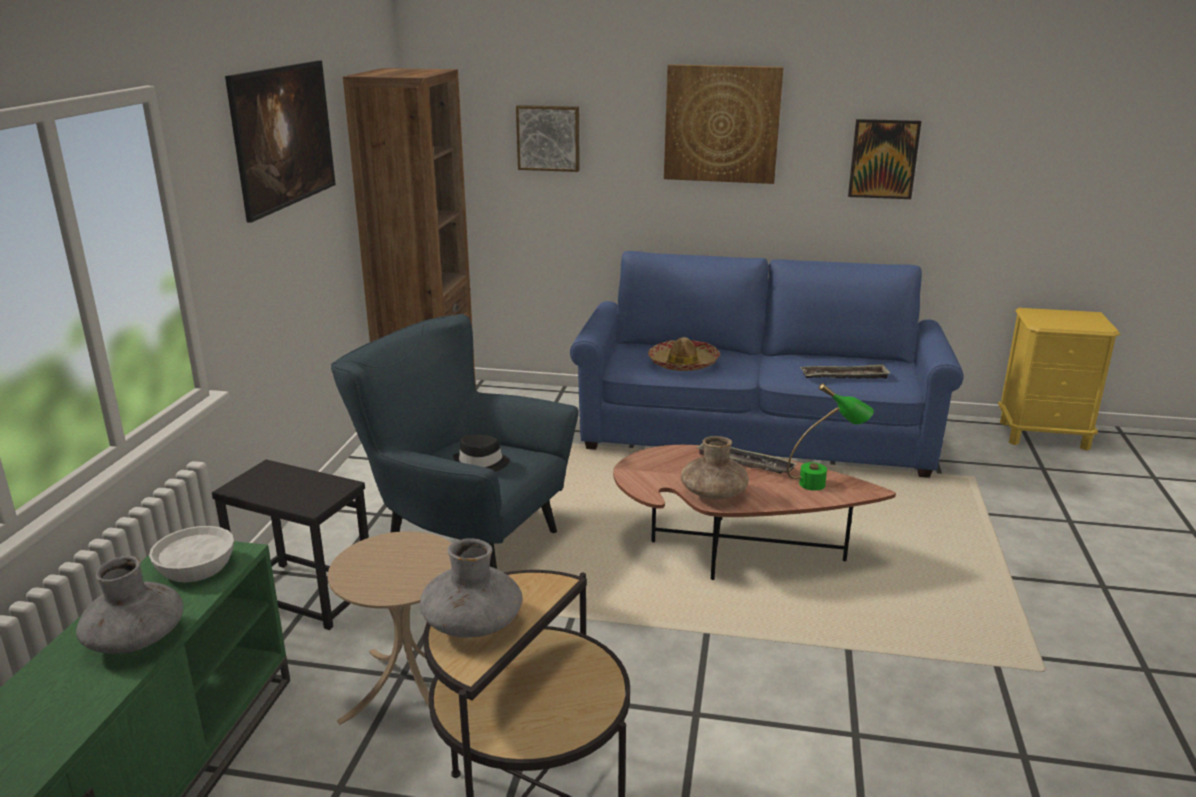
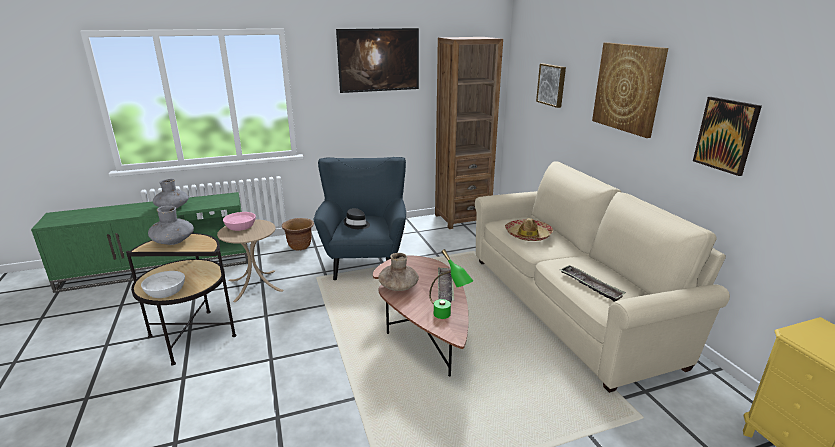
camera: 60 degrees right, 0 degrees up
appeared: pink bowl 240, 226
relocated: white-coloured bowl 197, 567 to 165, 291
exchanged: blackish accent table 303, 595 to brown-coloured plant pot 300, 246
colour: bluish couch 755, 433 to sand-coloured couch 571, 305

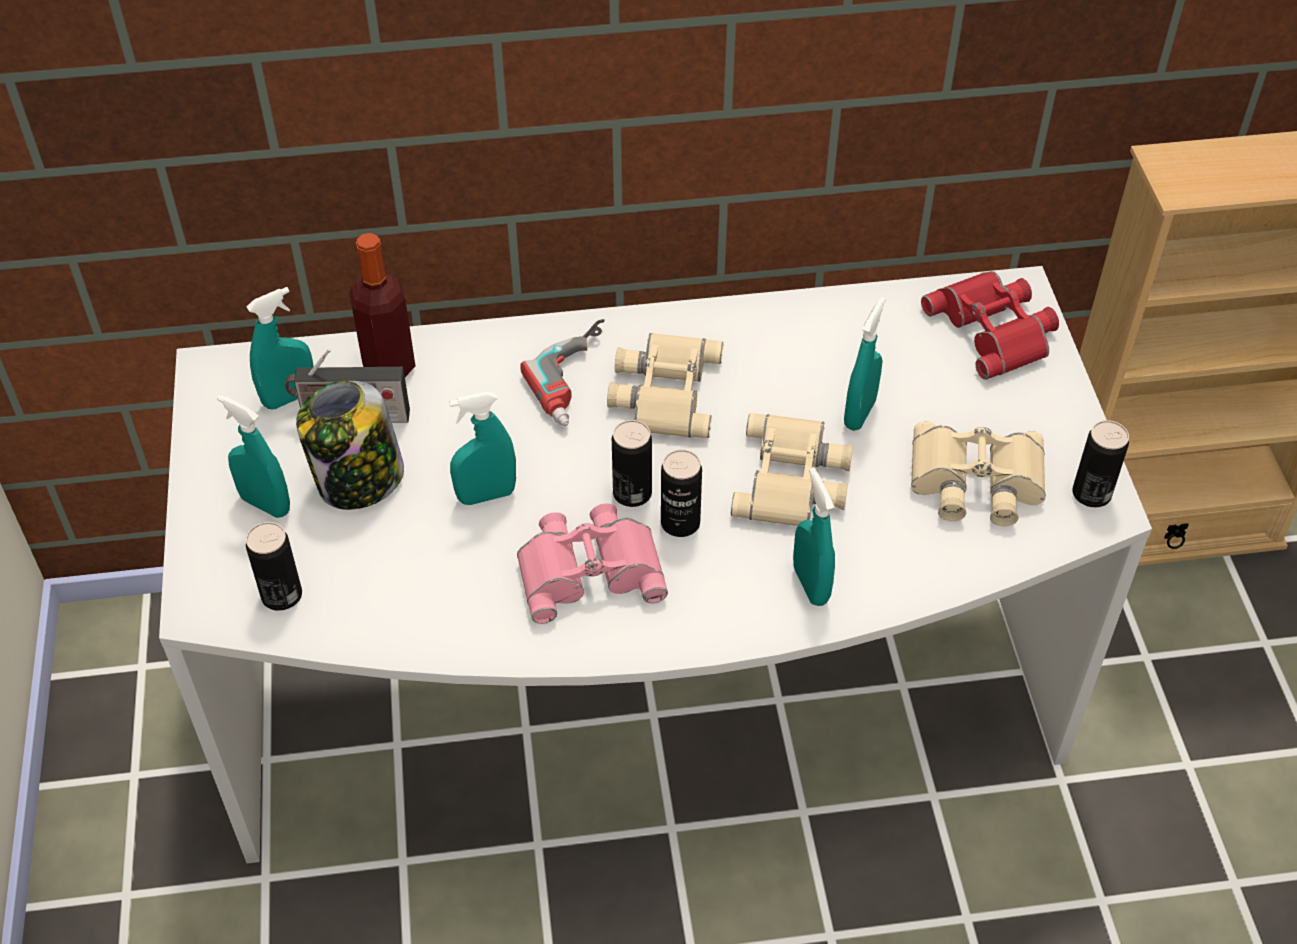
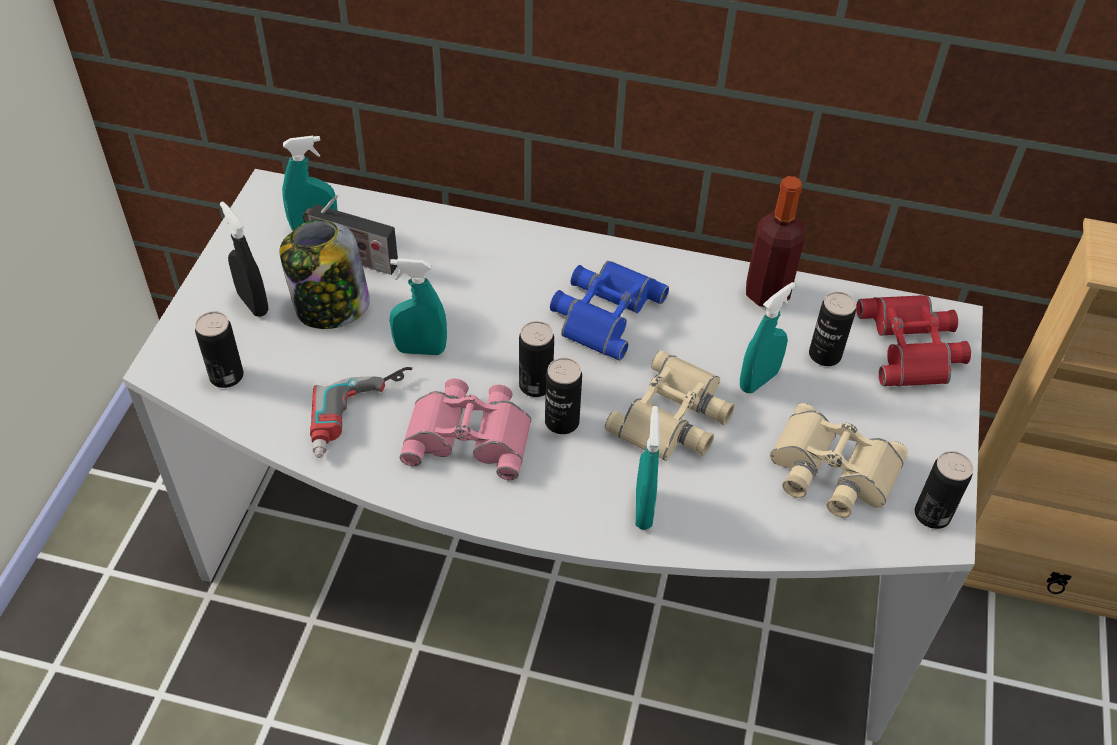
camera: 20 degrees right, 0 degrees up
appeared: can 824, 355
relocated: bottle 389, 367 to 767, 293; electric drill 581, 379 to 363, 417
colour: blue-green spray bottle 265, 504 to blackish spray bottle 253, 303; sand-coloured field glasses 663, 391 to bluish field glasses 603, 312

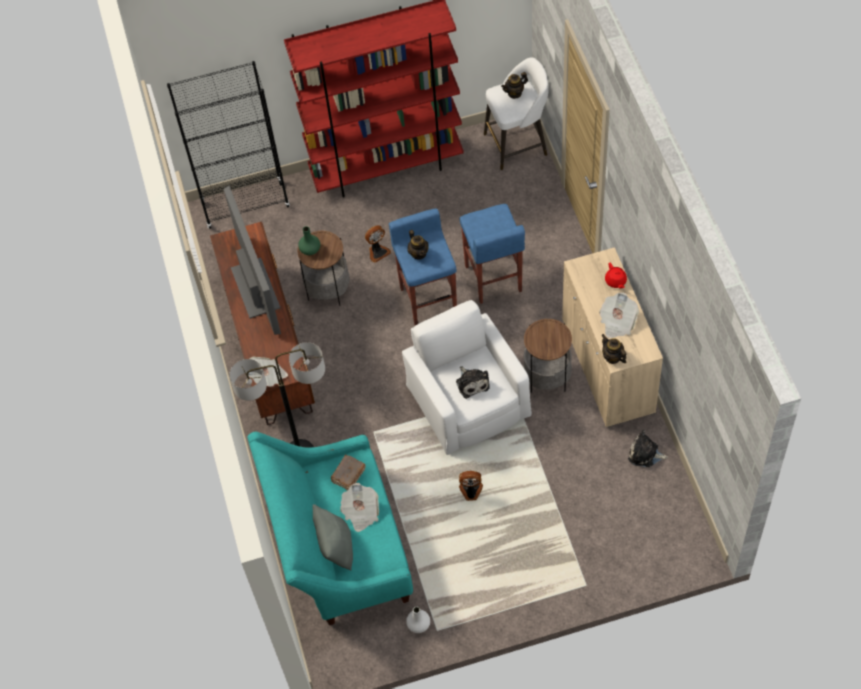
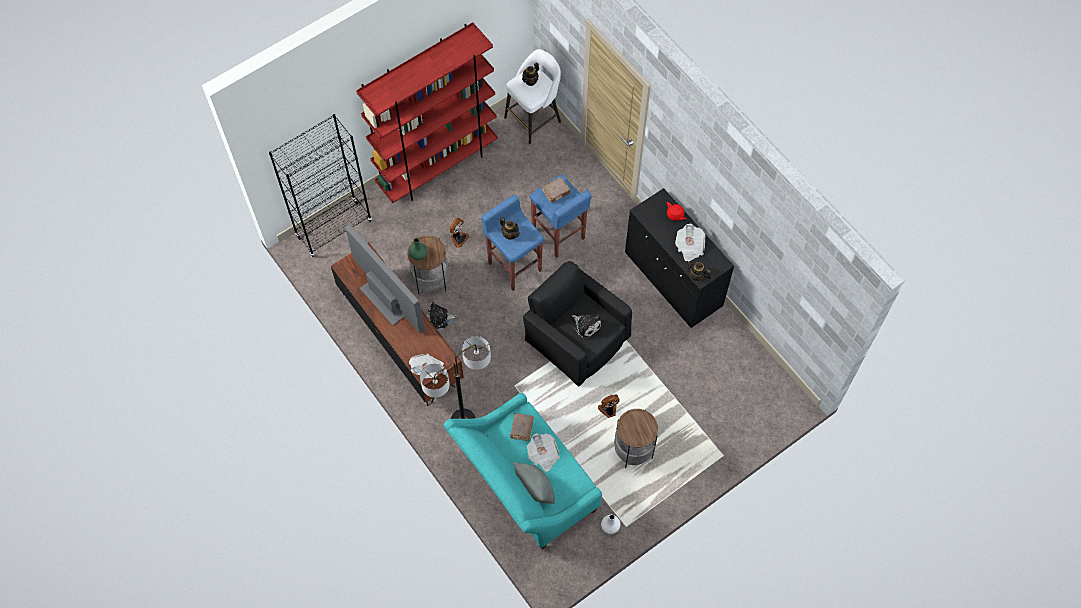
camera: 25 degrees left, 5 degrees up
appeared: brown-coloured volume 556, 192
relocated: accent table 547, 377 to 633, 450; plush toy 645, 454 to 439, 319
colour: white-coloured lounge chair 467, 398 to blackish lounge chair 576, 336; sand-coloured cabinet 607, 366 to blackish cabinet 673, 279

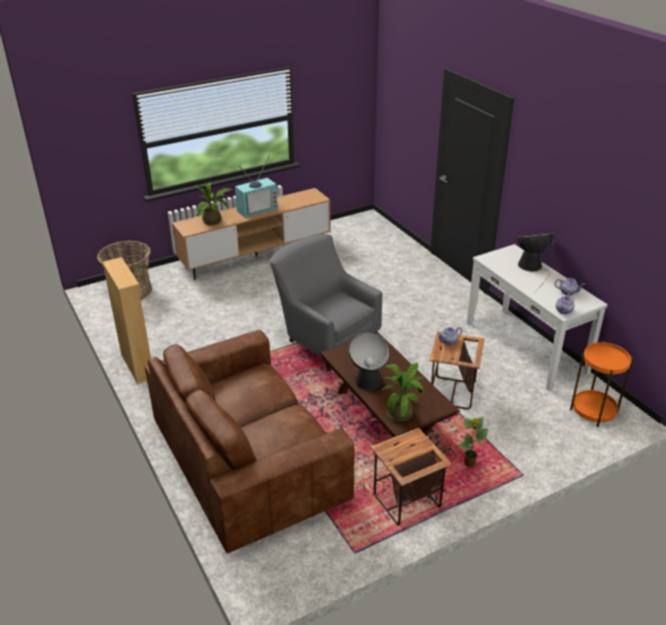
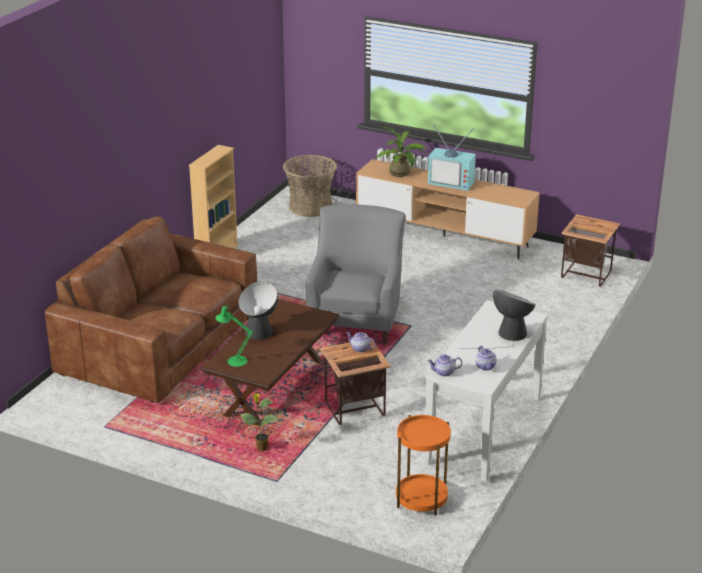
camera: 55 degrees right, 5 degrees down
relocated: accent table 405, 502 to 585, 275
exchanged: houseplant 402, 412 to green lamp for a table 234, 360

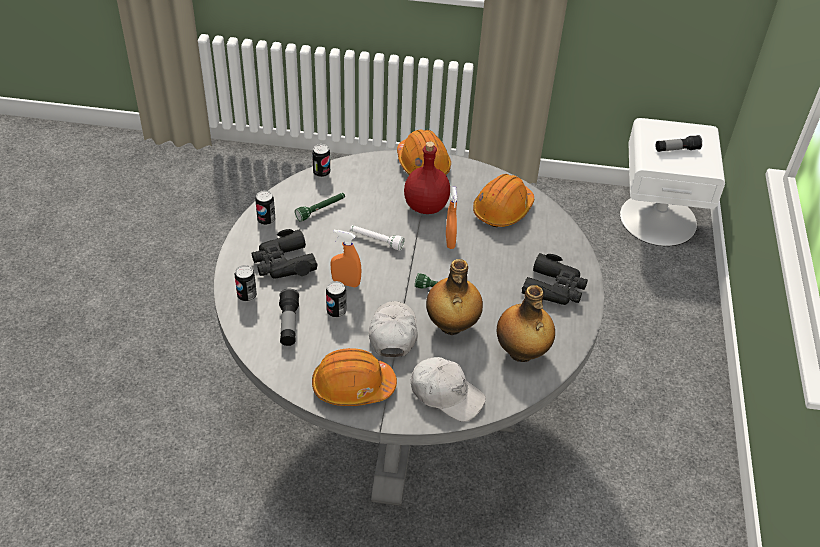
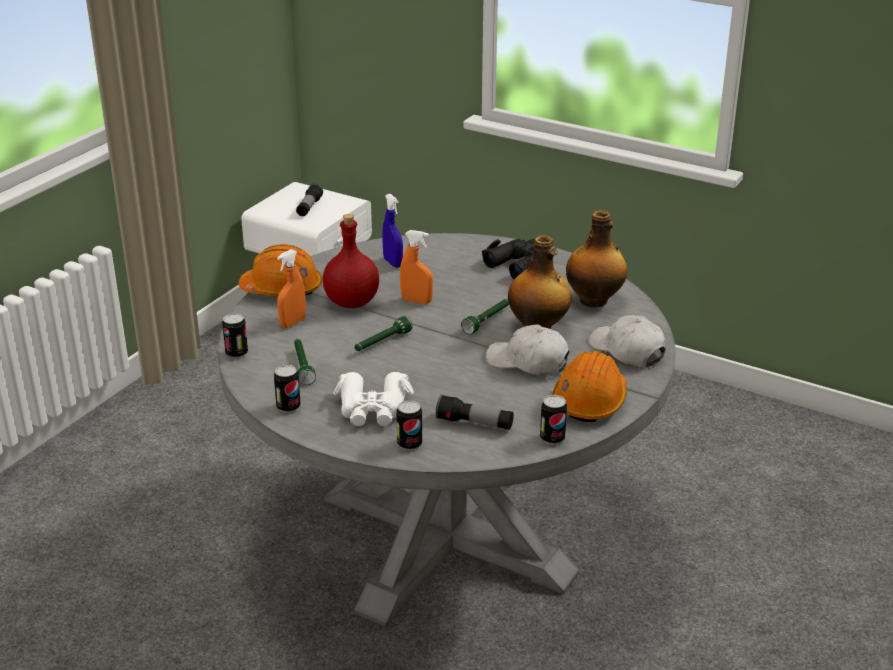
camera: 65 degrees left, 15 degrees down
relocated: can 336, 311 to 552, 438; orange-coloured spray bottle 346, 283 to 293, 323
exchanged: orange-coloured work helmet 502, 210 to bluish spray bottle 393, 263
colour: blackish field glasses 283, 263 to white-coloured field glasses 373, 408; white-coloured torch 376, 240 to green torch 382, 342
spun: white-coloured baseball cap 446, 394 = 627, 351 90 degrees counterclockwise

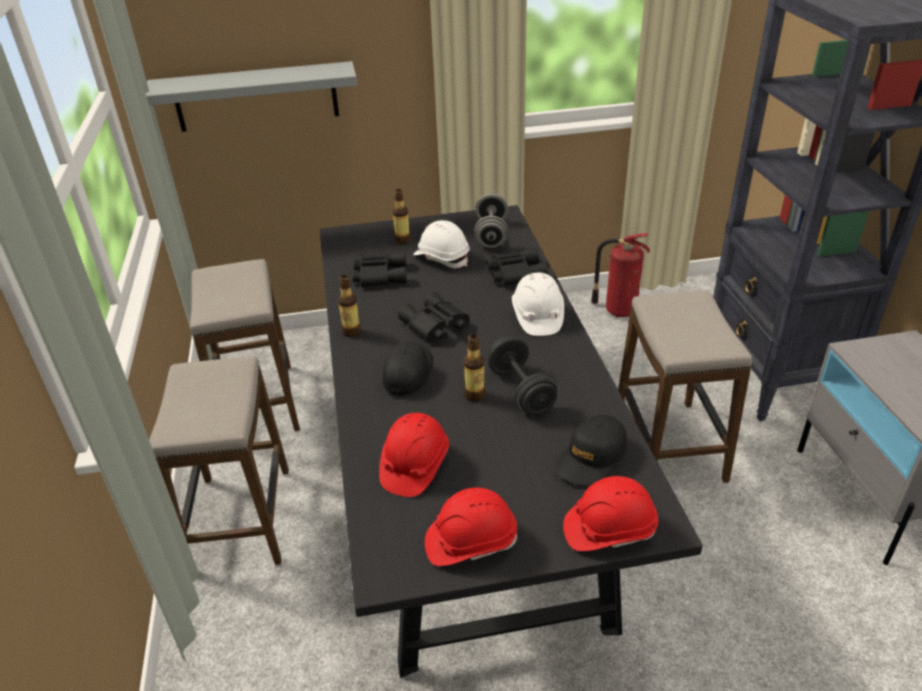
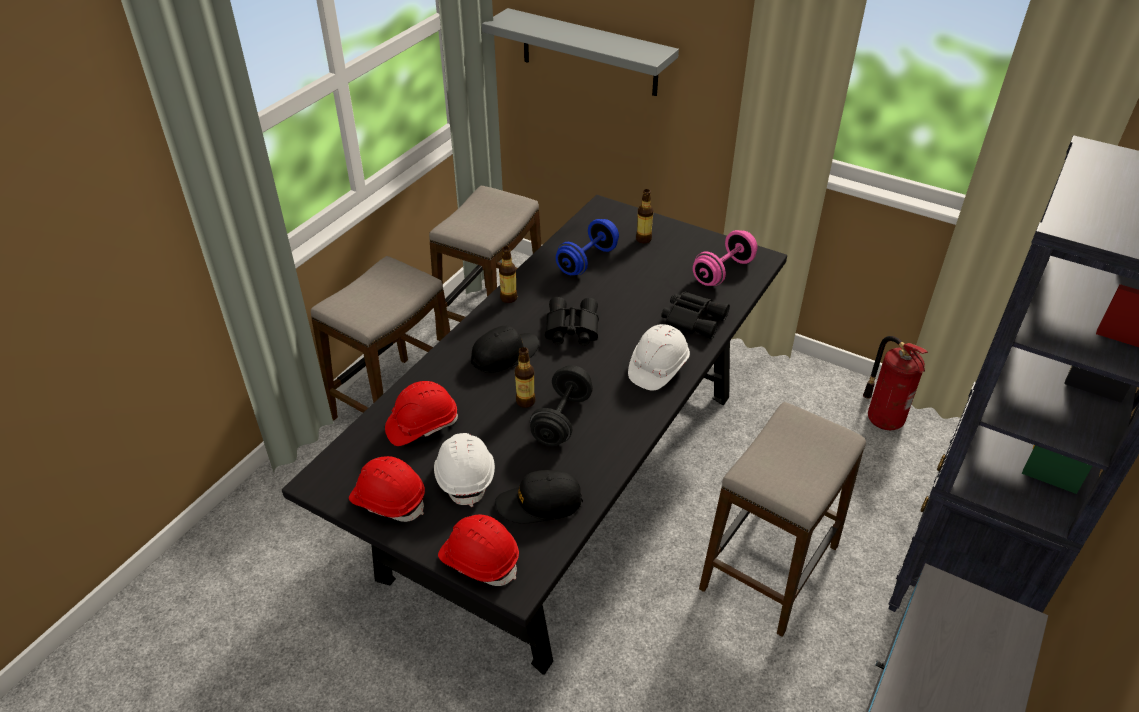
camera: 40 degrees right, 5 degrees up
relocated: white-coloured work helmet 442, 258 to 466, 476
exchanged: blackish field glasses 379, 275 to bluish hand weight 587, 261
colour: grey hand weight 491, 234 to pink hand weight 723, 272

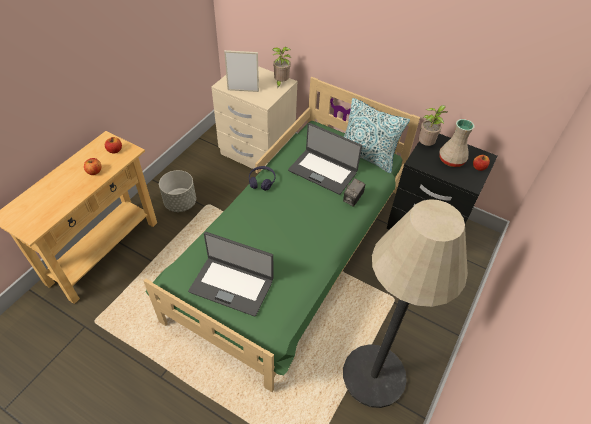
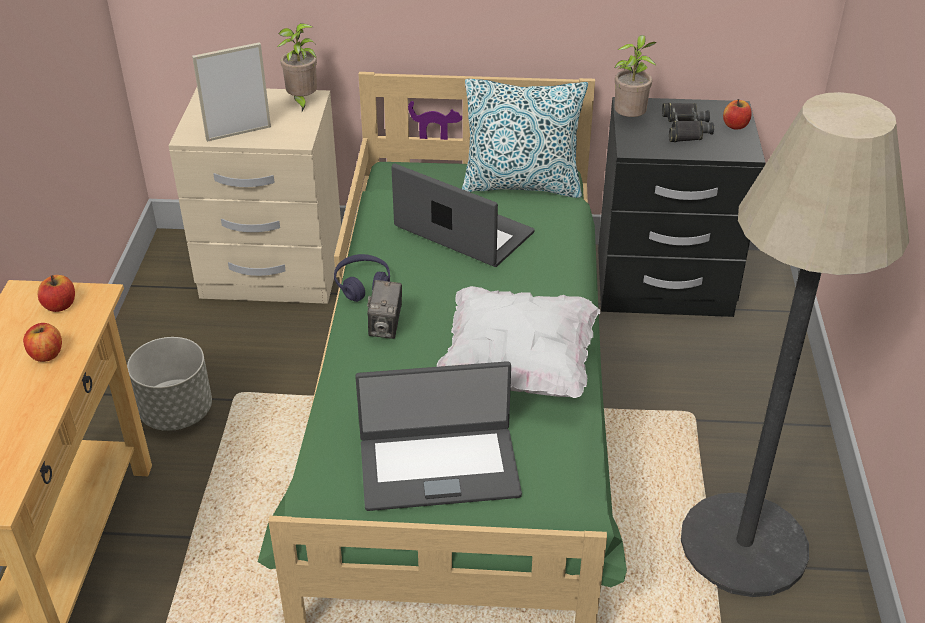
camera: 25 degrees left, 10 degrees down
appeared: white-coloured throw pillow 518, 367
relocated: still camera 352, 199 to 386, 327
exchanged: sand-coloured flower vase 451, 159 to blackish field glasses 685, 128
spun: portable computer 323, 171 = 463, 232 150 degrees counterclockwise

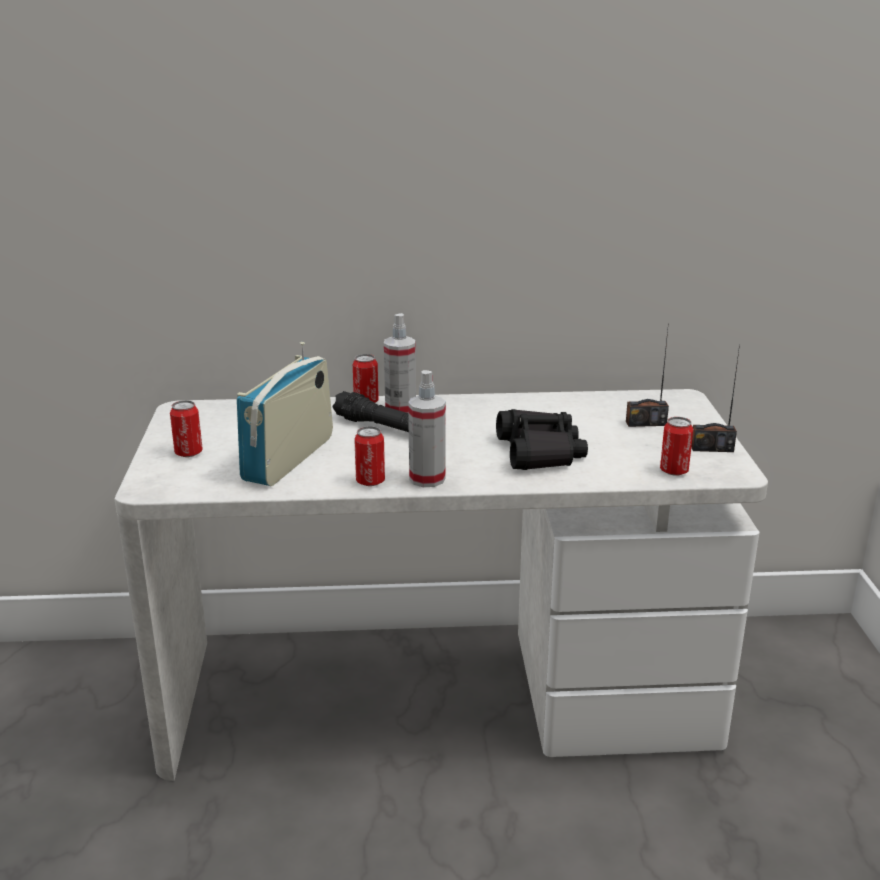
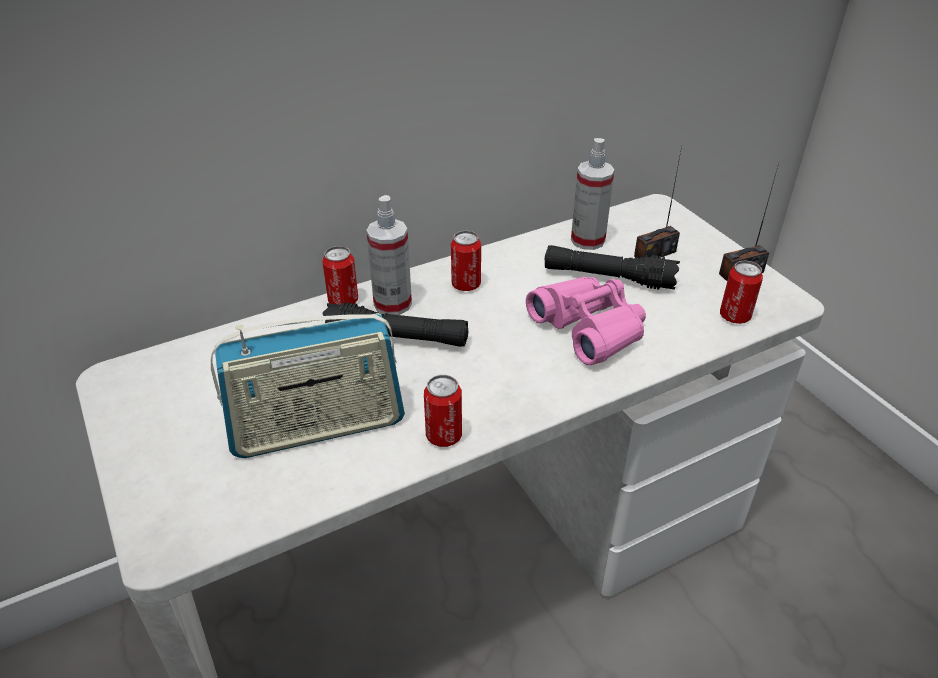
camera: 25 degrees left, 15 degrees up
appeared: blackish torch 608, 278
relocated: can 188, 453 to 466, 285; spray bottle 427, 479 to 588, 240
colour: blackish field glasses 539, 452 to pink field glasses 589, 328
spun: radio receiver 289, 459 = 318, 427 105 degrees counterclockwise

